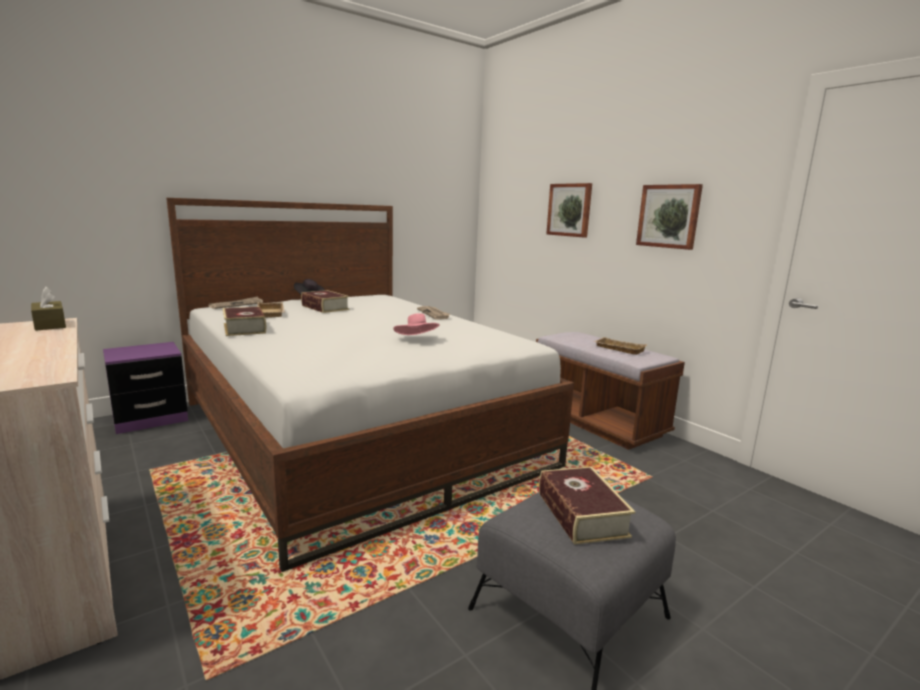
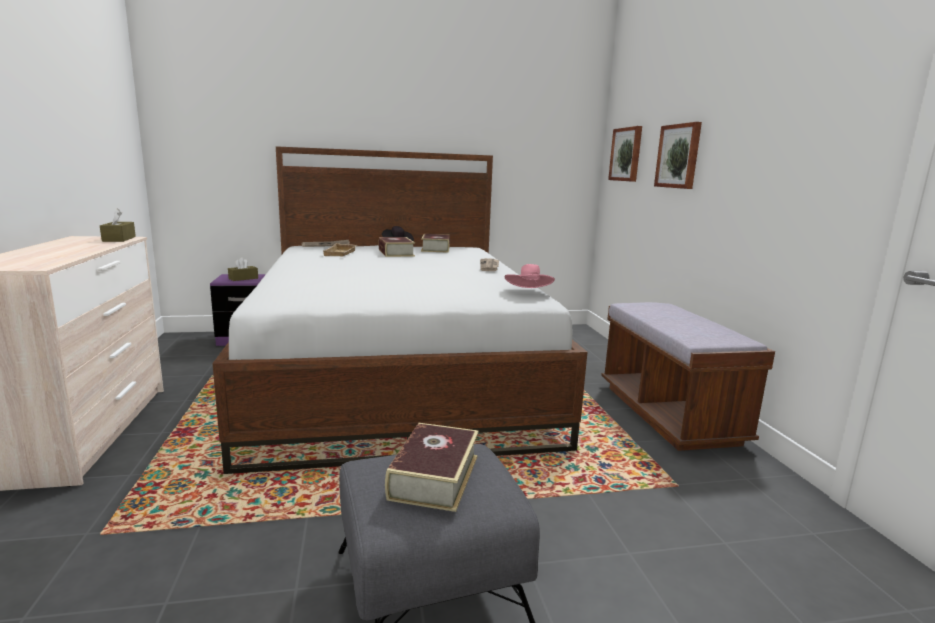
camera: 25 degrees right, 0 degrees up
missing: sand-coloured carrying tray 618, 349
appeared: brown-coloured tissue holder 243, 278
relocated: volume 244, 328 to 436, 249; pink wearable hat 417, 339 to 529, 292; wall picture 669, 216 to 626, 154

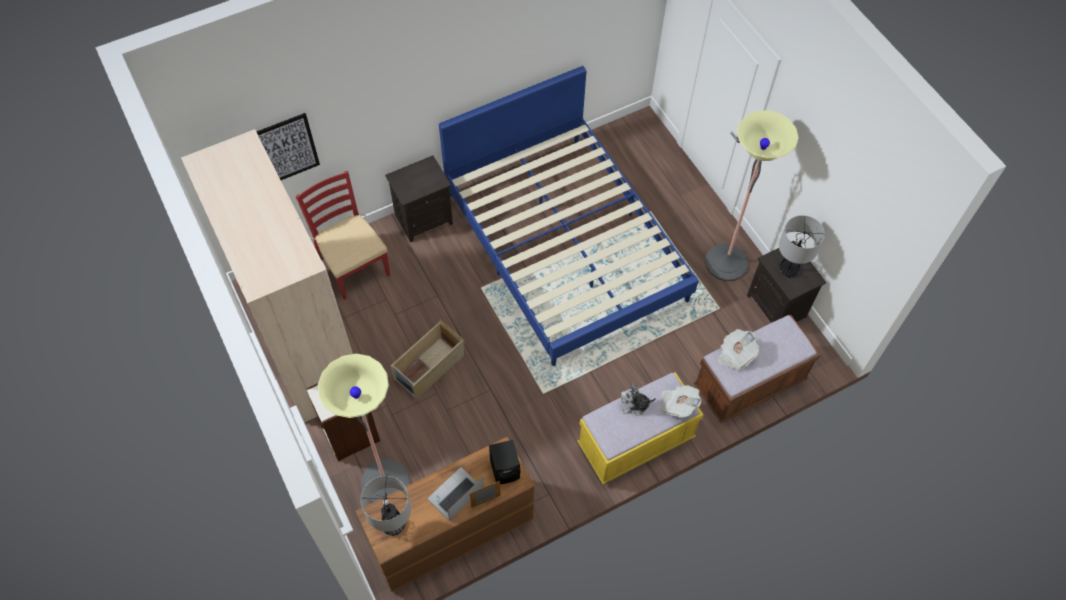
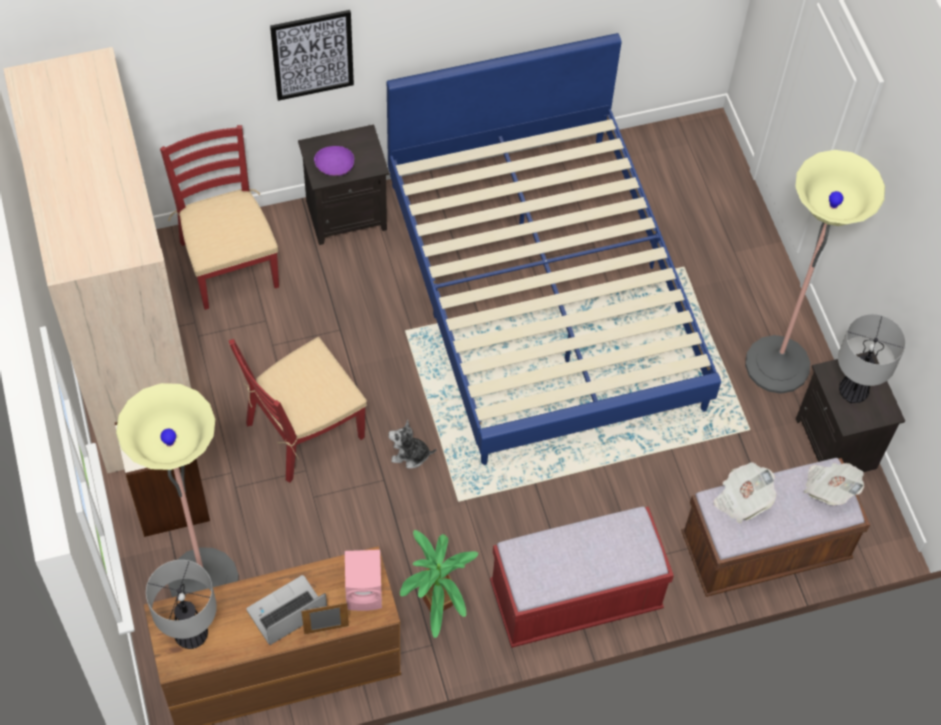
camera: 10 degrees right, 0 degrees up
appeared: purplish bowl 334, 169; houseplant 437, 609
relocated: wall picture 286, 149 to 312, 55; plush toy 635, 405 to 410, 455; daily paper 678, 404 to 830, 488
exchanged: sand-coloured storage bin 429, 367 to red-coloured upright chair 304, 431
colour: blackish loudspeaker 506, 469 to pink loudspeaker 365, 591; yellow bench 635, 442 to red-coloured bench 575, 598

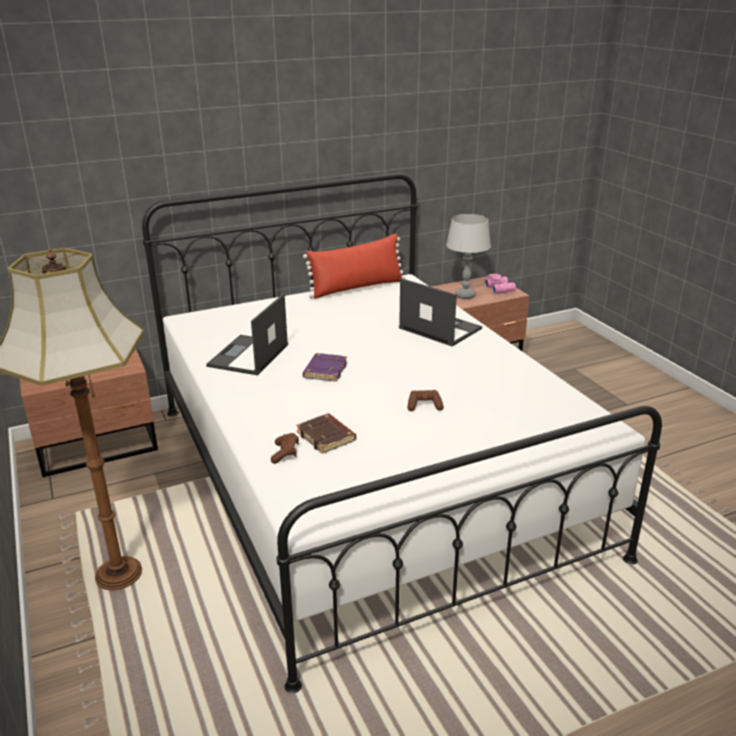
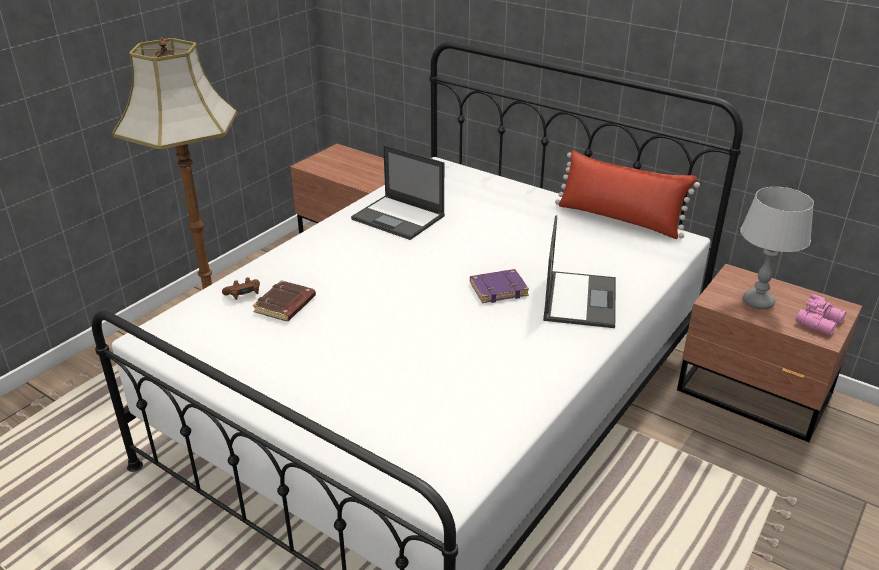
camera: 60 degrees right, 5 degrees up
missing: brown-coloured gamepad 424, 406
relocated: purplish volume 325, 370 to 498, 289
spun: portable computer 248, 356 = 399, 218 135 degrees counterclockwise

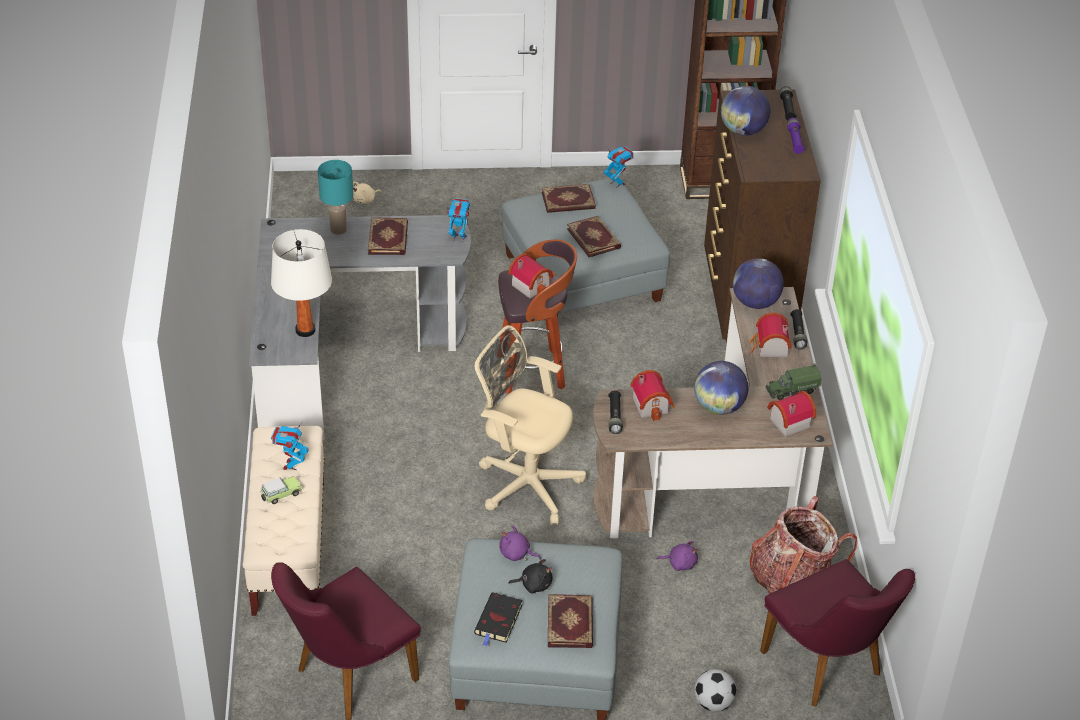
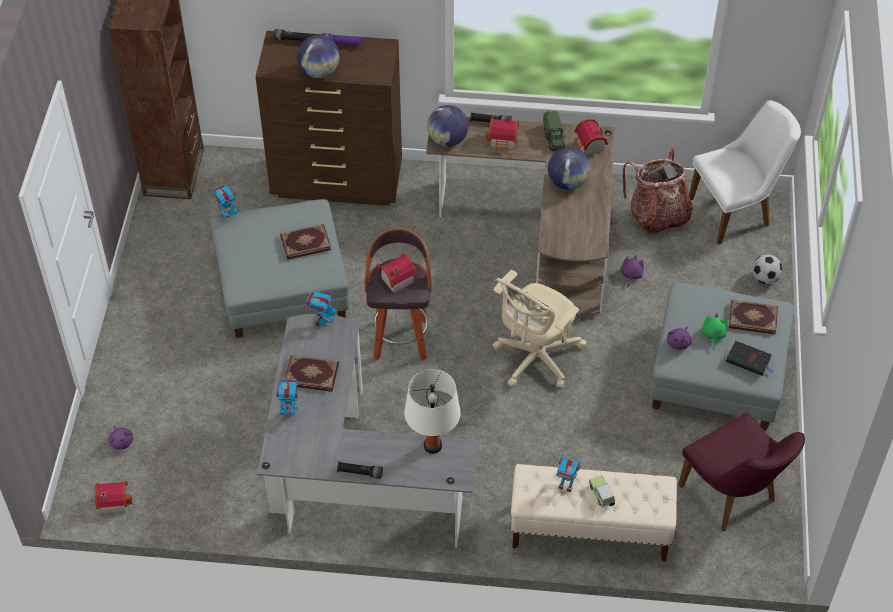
camera: 80 degrees left, 10 degrees up
missing: volume 568, 201
relocated: blackish torch 615, 417 to 360, 473; toy house 652, 405 to 113, 501
exchanged: blue-green lamp for a table 339, 229 to robot figure 289, 411
colour: sand-coloured plush toy 365, 200 to purplish plush toy 121, 441; blackish plush toy 534, 584 to green plush toy 713, 335; purplish upright chair 828, 669 to white-coloured upright chair 736, 211

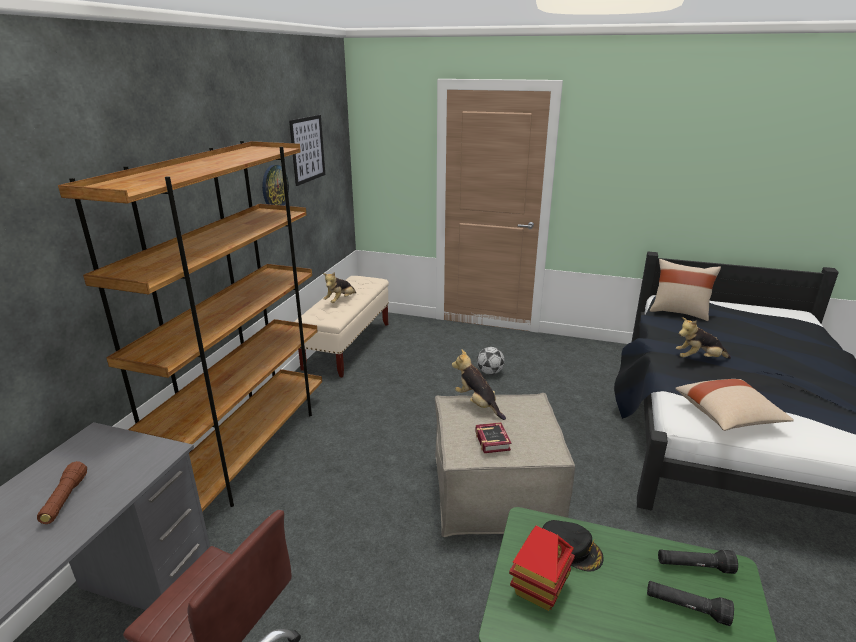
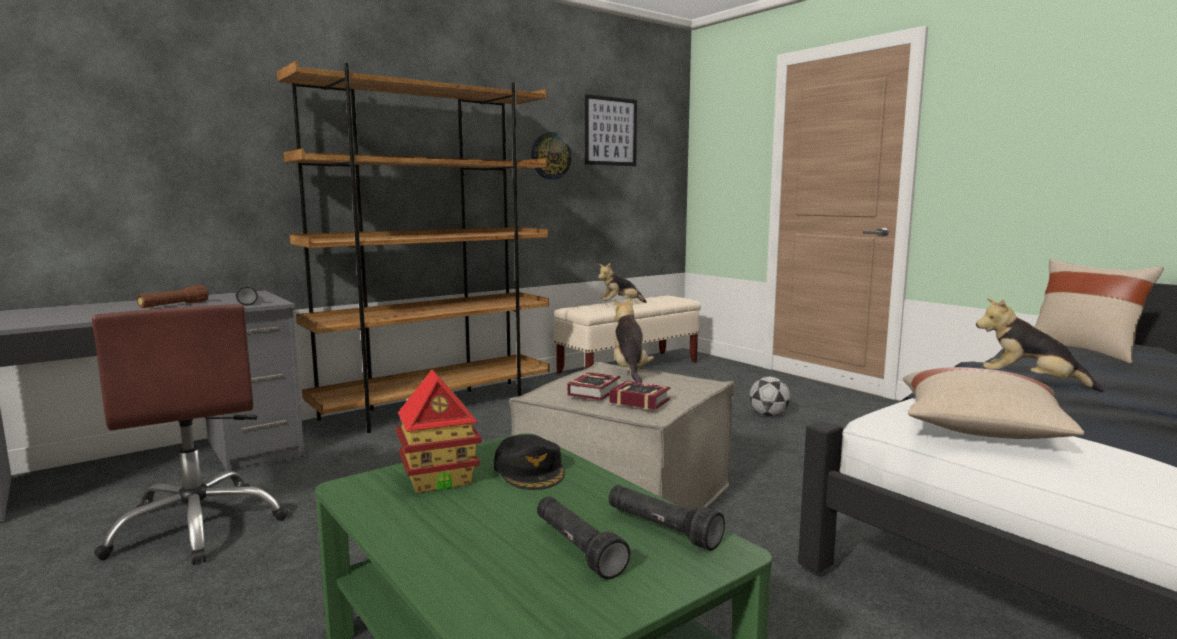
camera: 35 degrees right, 15 degrees down
appeared: blackish torch 245, 301; volume 638, 400

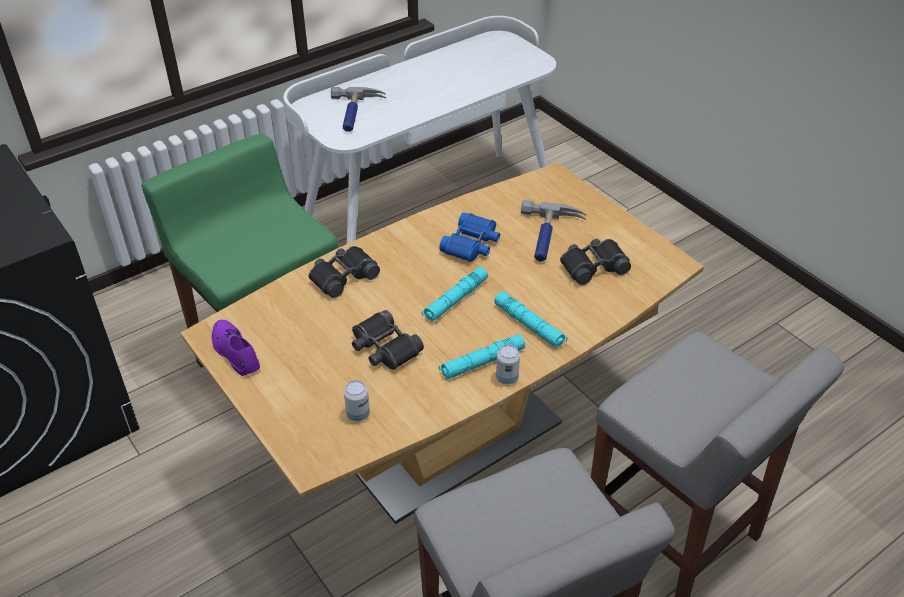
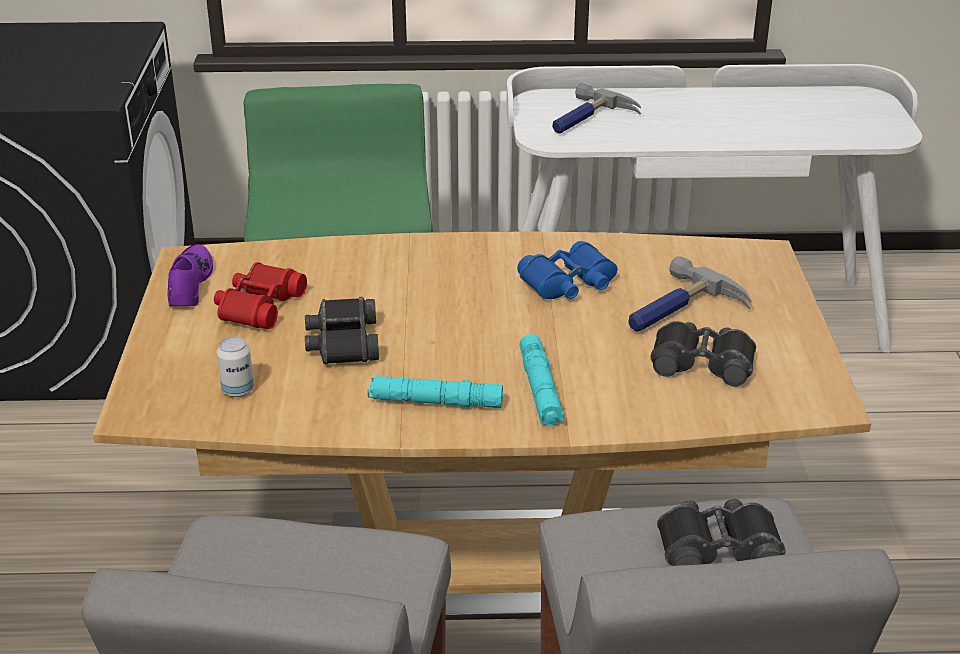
camera: 35 degrees right, 10 degrees down
missing: blue-green torch 455, 300; can 507, 378
appeared: red-coloured field glasses 258, 306
relocated: blackish field glasses 343, 276 to 718, 548

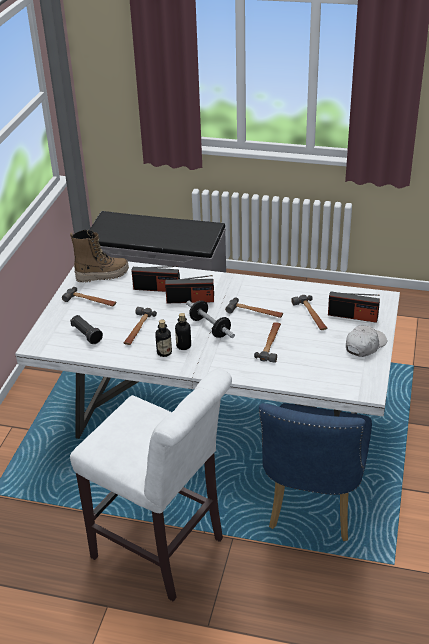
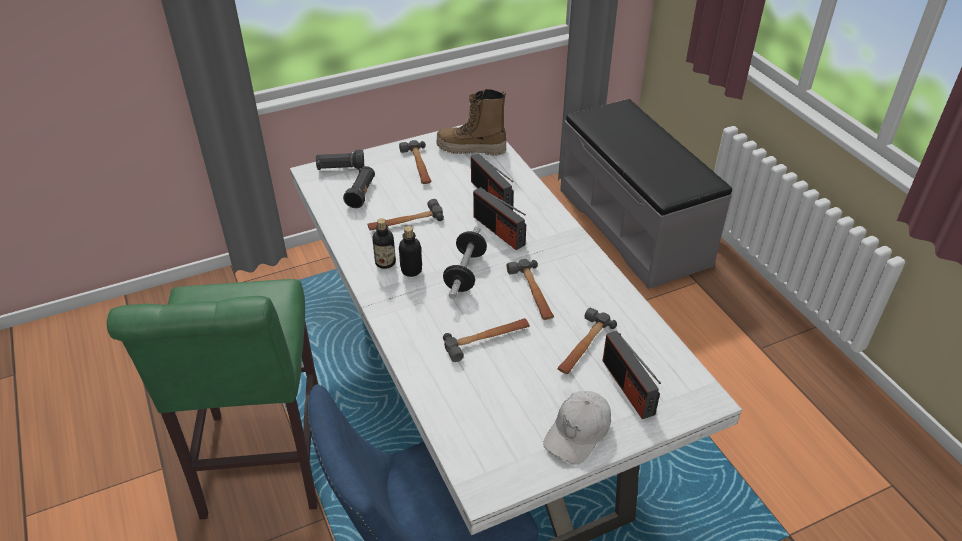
camera: 50 degrees right, 5 degrees up
appeared: blackish torch 340, 168
colour: white-coloured stool 163, 551 to green stool 262, 468
spun: high-top boot 102, 275 = 471, 149 150 degrees clockwise; white-coloured baseball cap 365, 345 = 578, 432 120 degrees clockwise

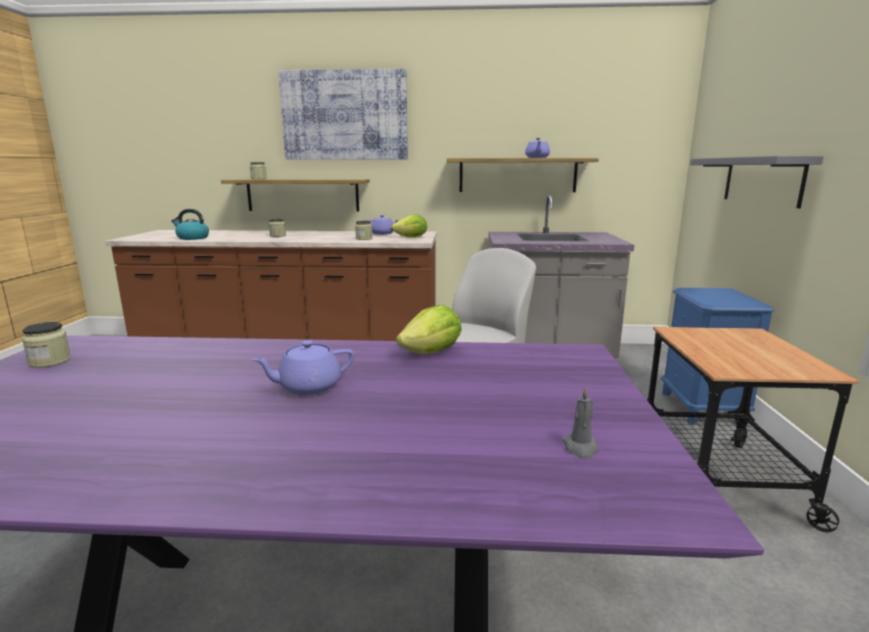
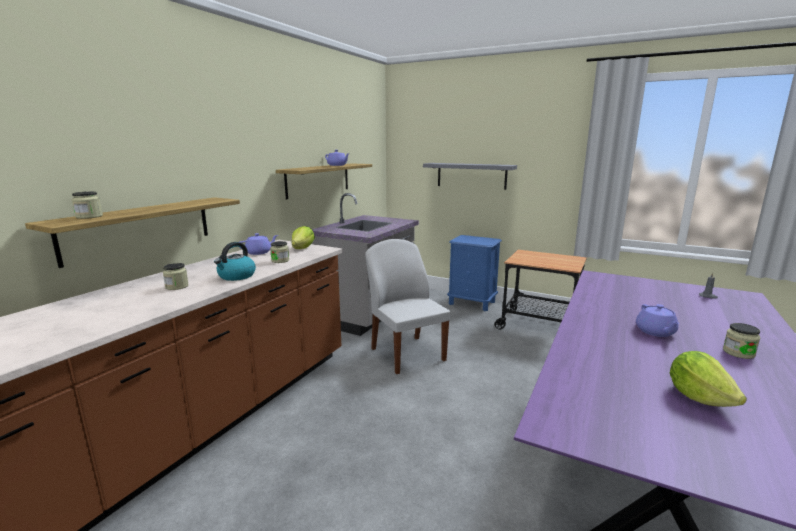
camera: 65 degrees left, 0 degrees up
missing: wall picture 345, 116
relocated: preserve jar 50, 361 to 738, 353; water kettle 192, 238 to 236, 276; head of lettuce 432, 352 to 699, 397

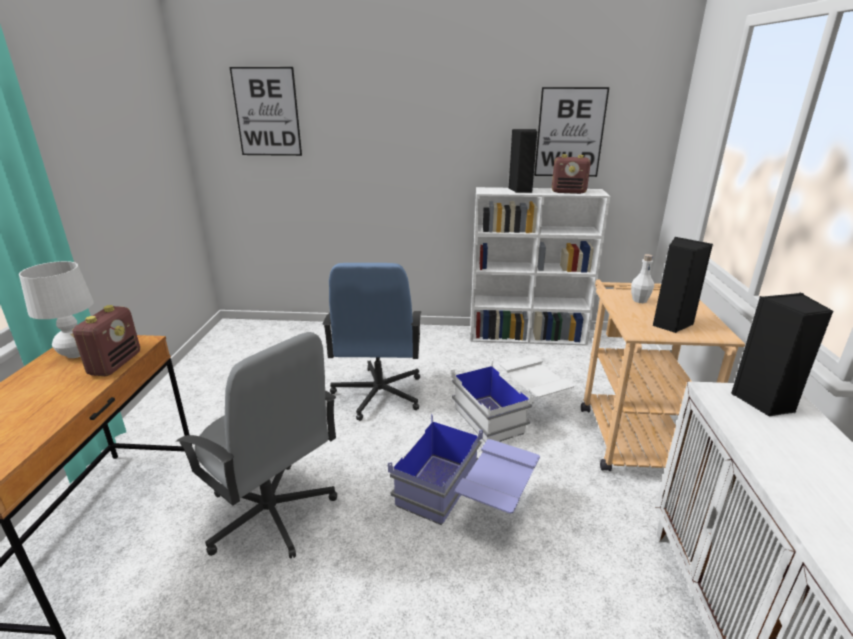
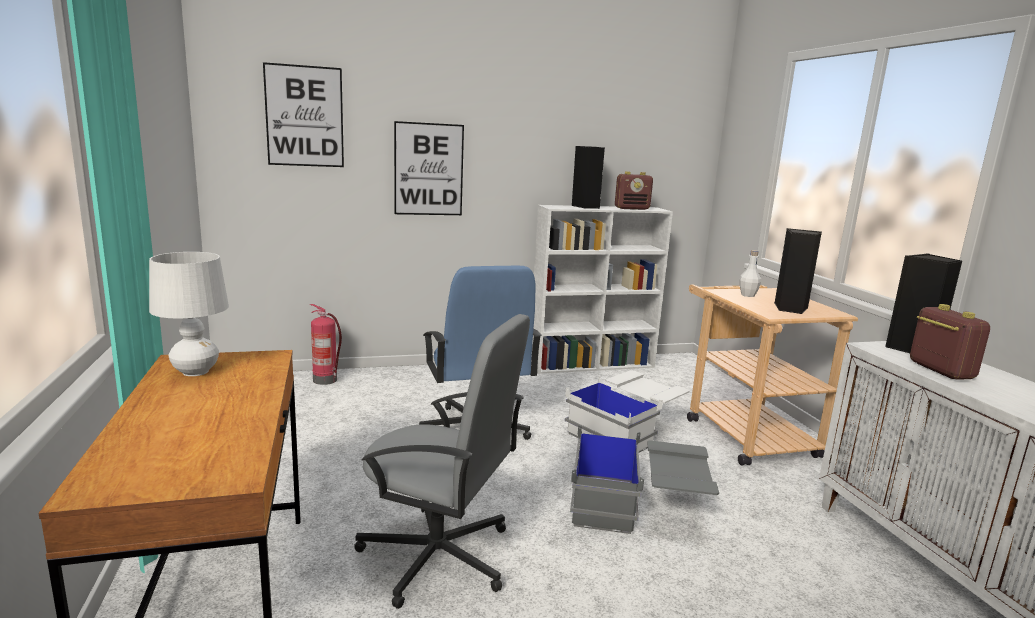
camera: 20 degrees left, 10 degrees down
appeared: fire-fighting cylinder 326, 380
relocated: radio receiver 115, 364 to 940, 370; wall picture 570, 133 to 428, 169
colour: bluish storage bin 464, 500 to grey storage bin 637, 509

